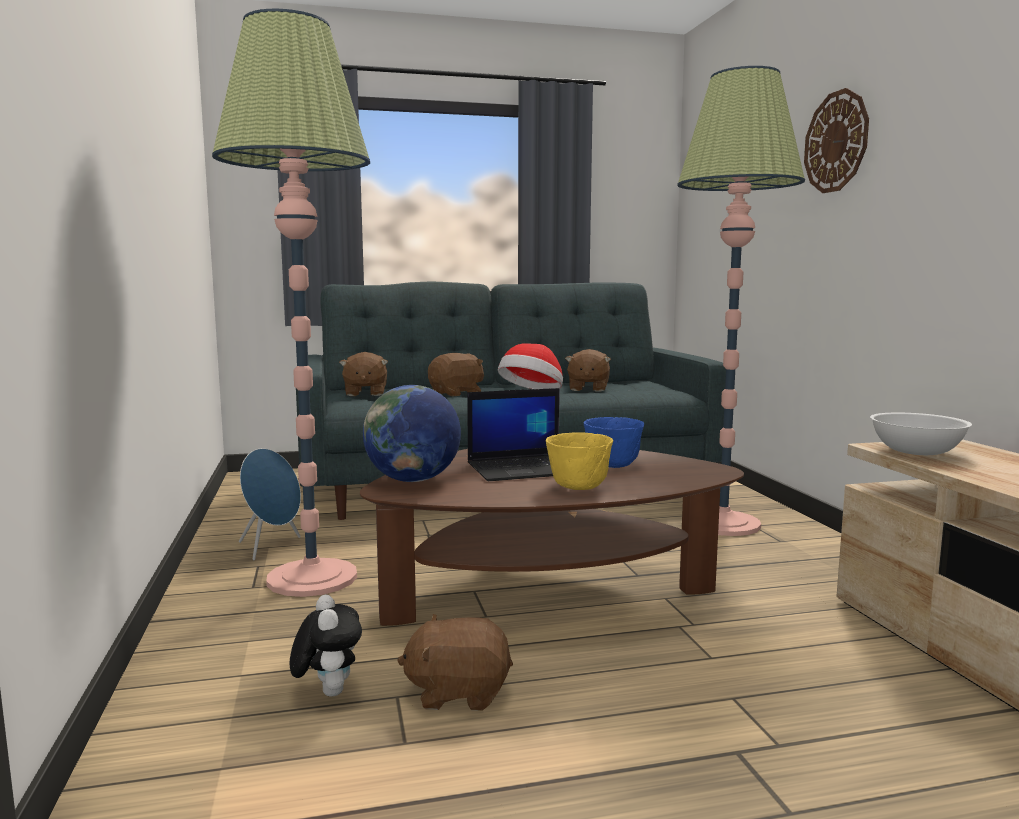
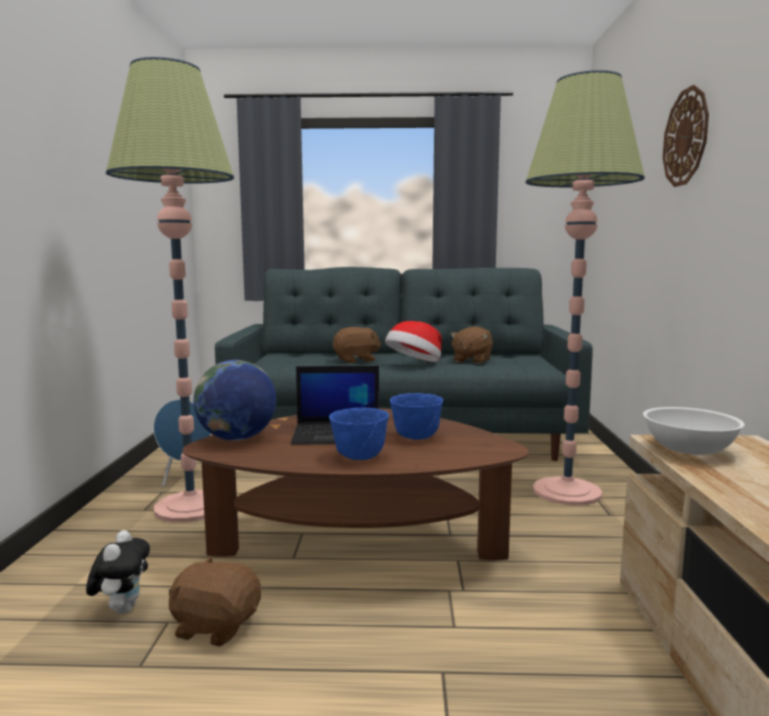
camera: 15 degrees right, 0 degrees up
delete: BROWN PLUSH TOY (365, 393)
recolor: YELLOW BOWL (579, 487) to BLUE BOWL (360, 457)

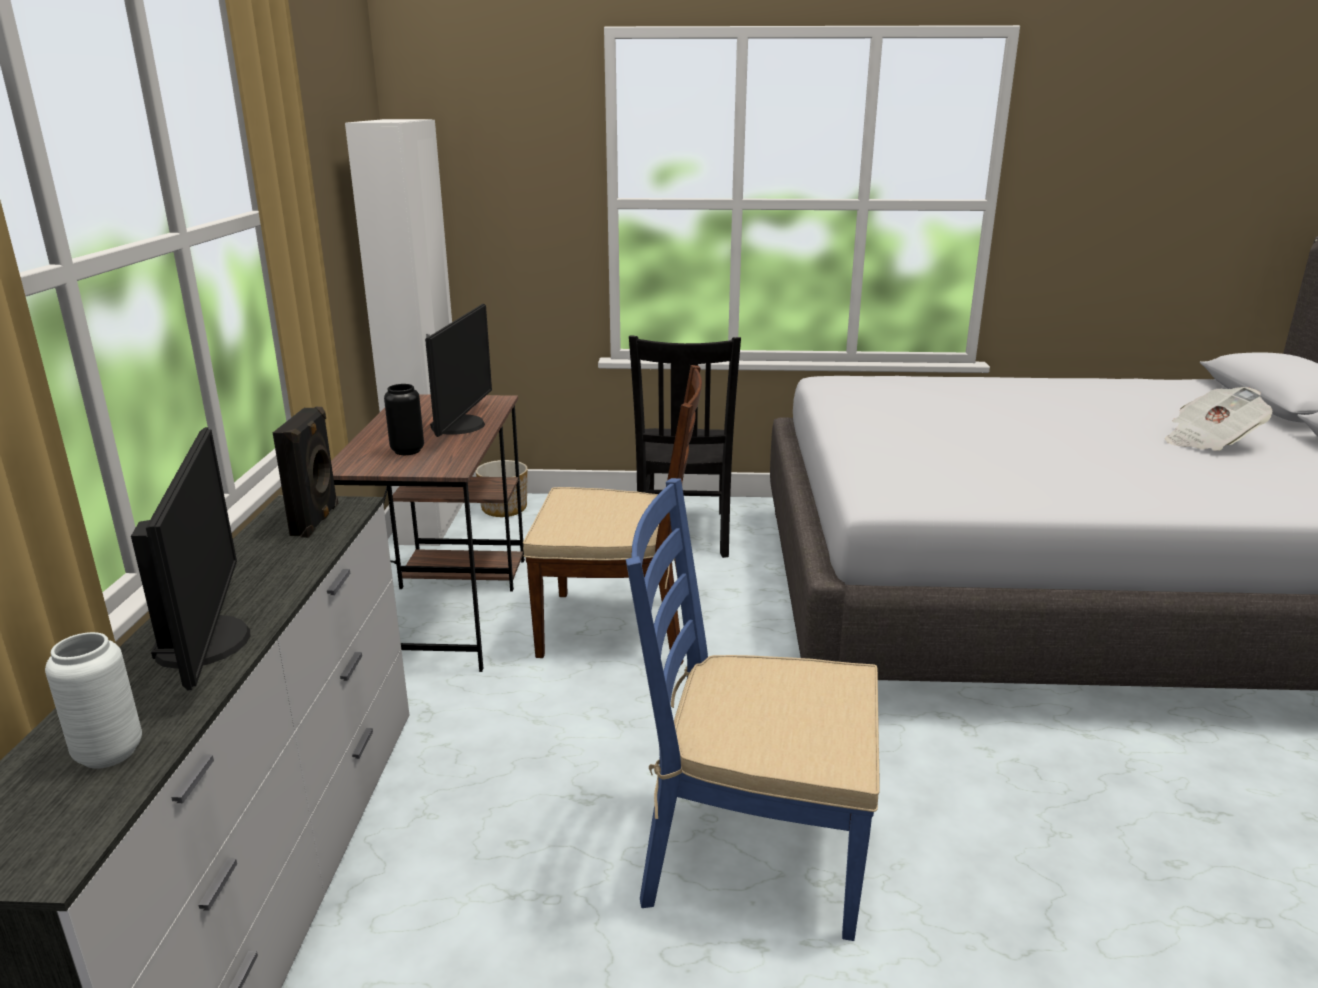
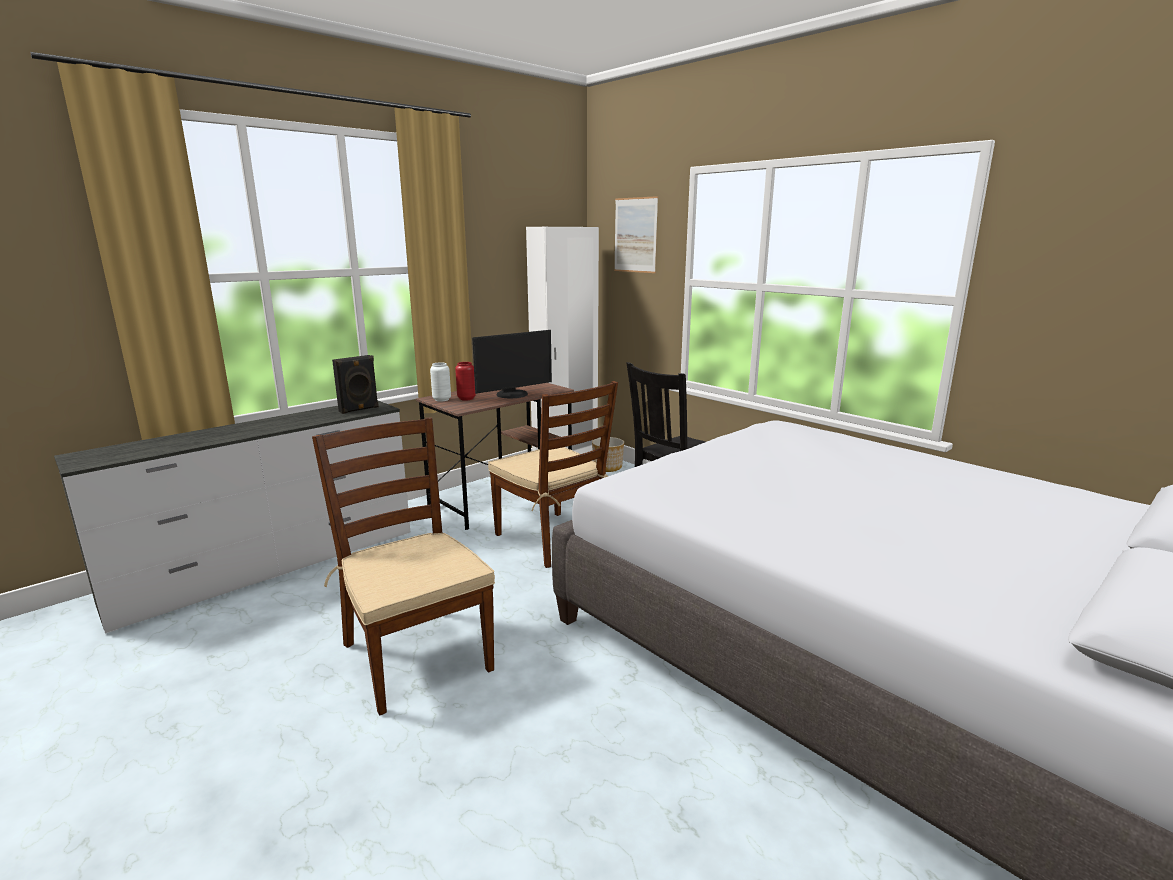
camera: 45 degrees right, 5 degrees down
delete: MONITOR (207, 641); NEWSPAPER (1209, 441)
insert: PICTURE (635, 235)
move: WHITE VASE (109, 753) to (442, 399)
recolor: BLACK VASE (407, 451) to RED VASE (466, 398); BLUE CHAIR (752, 853) to BROWN CHAIR (416, 656)

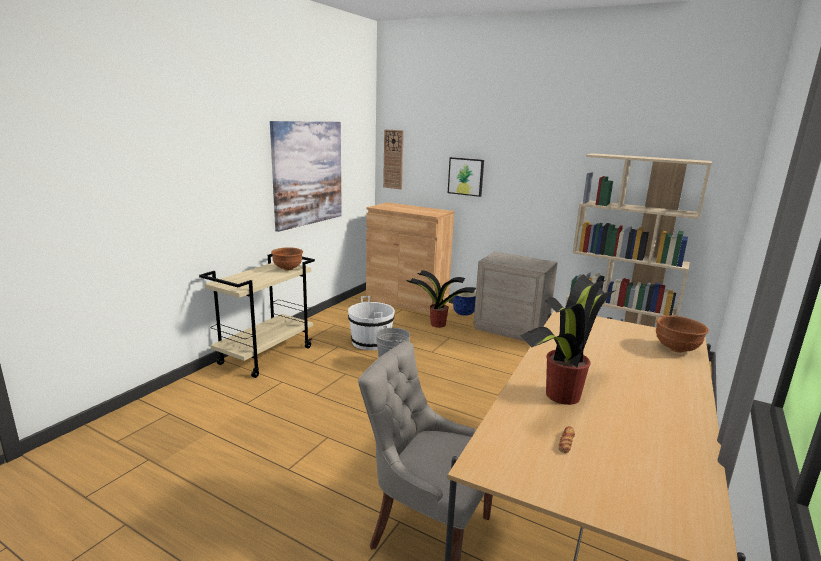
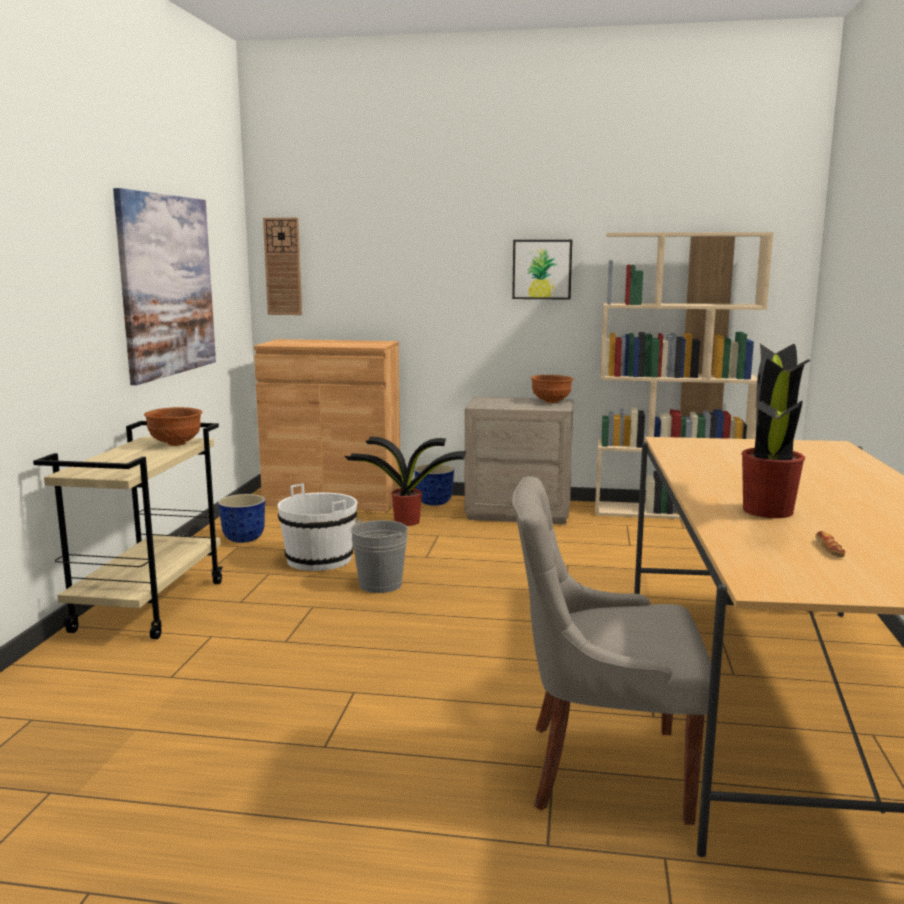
camera: 20 degrees left, 5 degrees down
insert: PLANTER (243, 539)
move: PICTURE (466, 176) to (542, 269); BROWN BOWL (676, 349) to (551, 402)

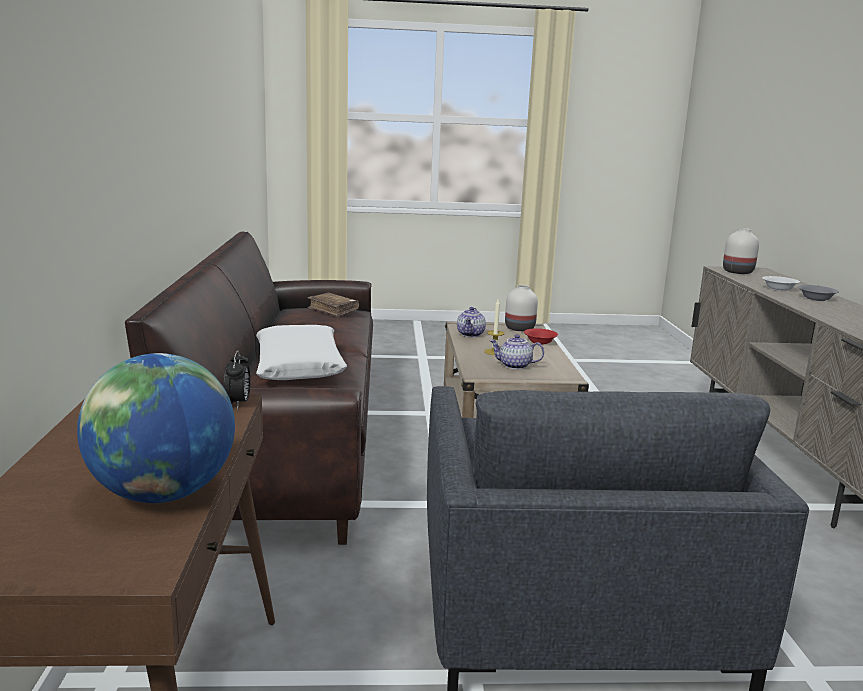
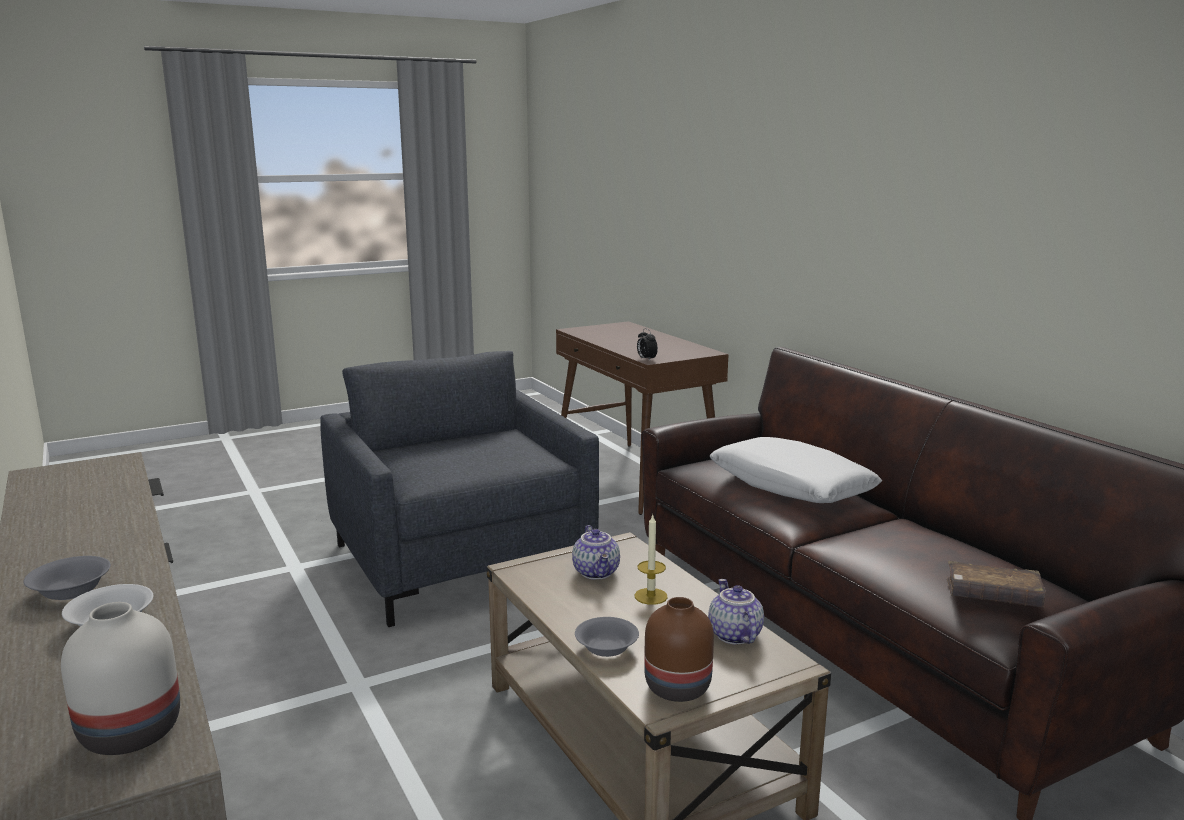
camera: 155 degrees right, 0 degrees up
delete: GLOBE (163, 494)
recolor: WHITE VASE (519, 328) to BROWN VASE (679, 688); RED BOWL (540, 342) to GREY BOWL (606, 649)
rotate: TEAPOT (514, 366) = (597, 572) 90 degrees clockwise

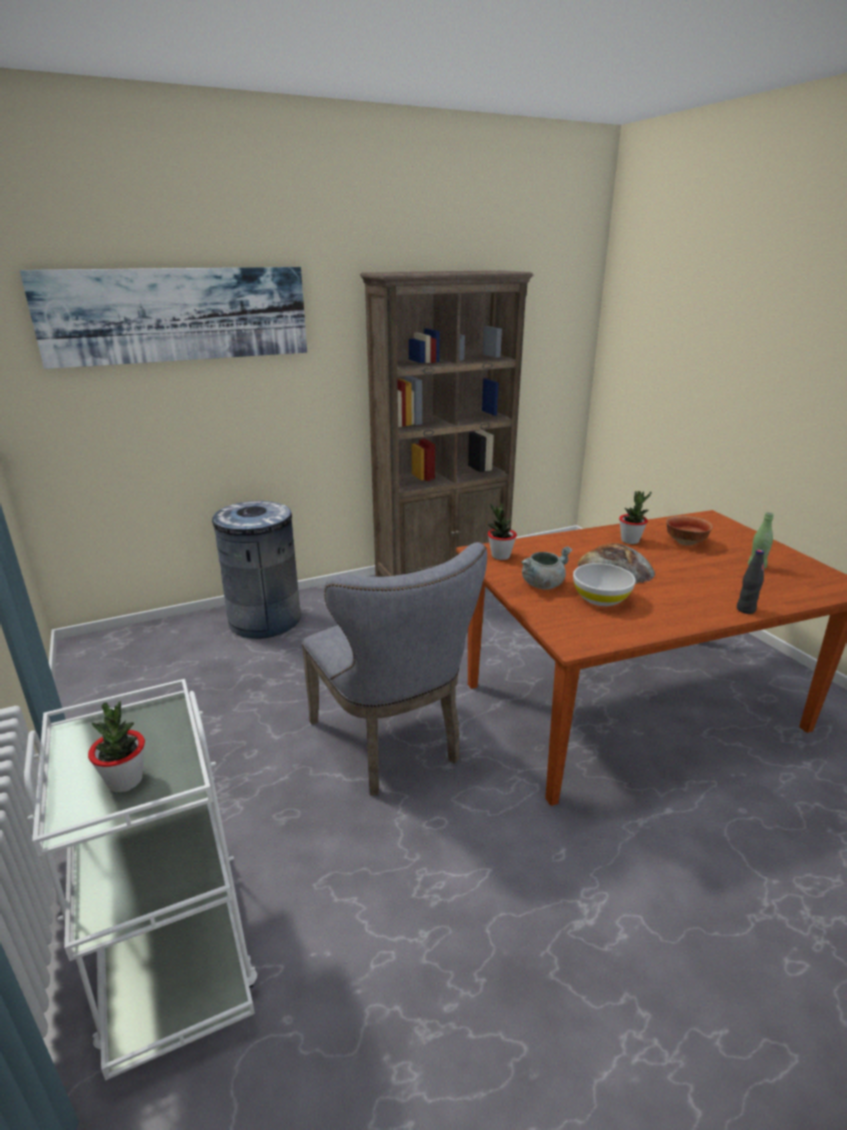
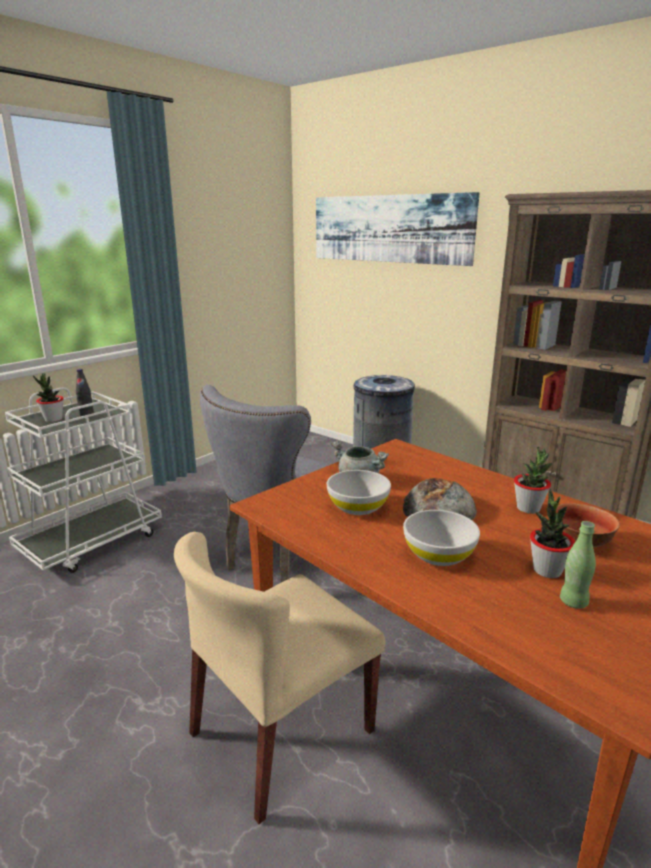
camera: 65 degrees right, 5 degrees down
insert: BEIGE CHAIR (281, 733); WHITE BOWL (438, 554)
move: POTTED PLANT (500, 556) to (547, 570); BLACK BOTTLE (745, 609) to (86, 415)

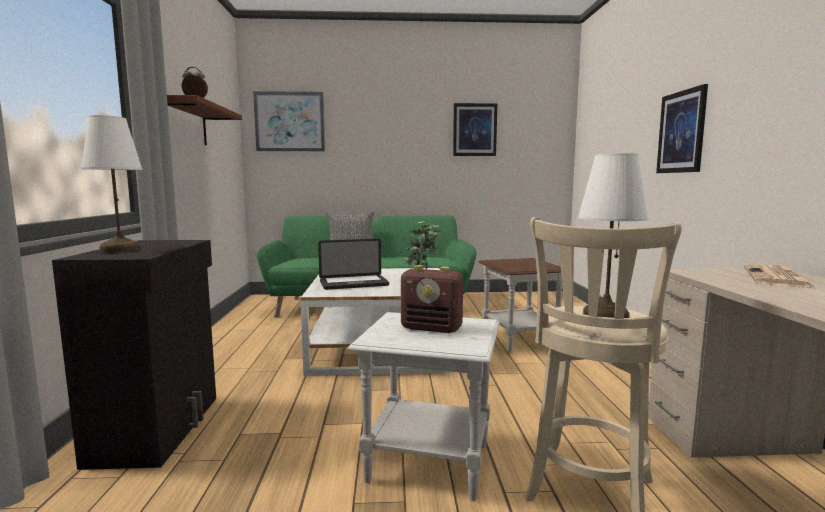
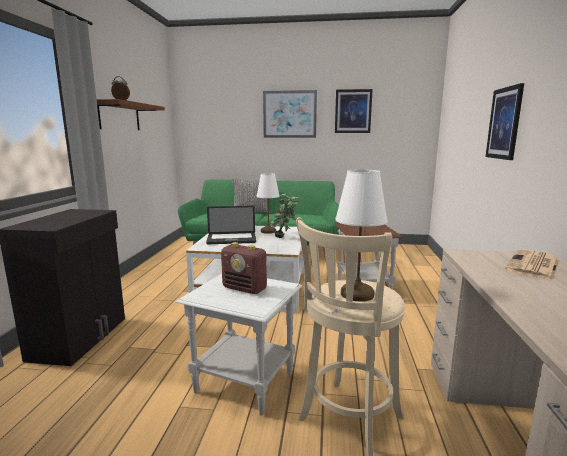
camera: 10 degrees right, 5 degrees up
move: WHITE TABLE LAMP (119, 250) to (268, 231); PICTURE (289, 121) to (289, 114)

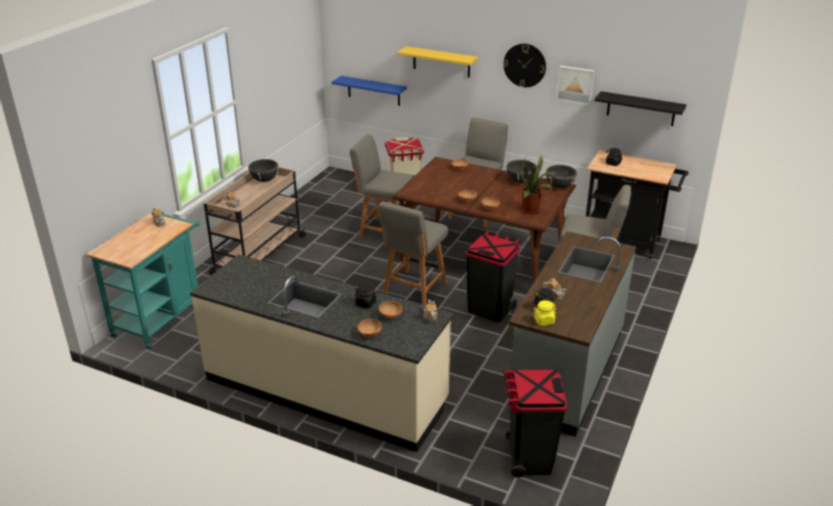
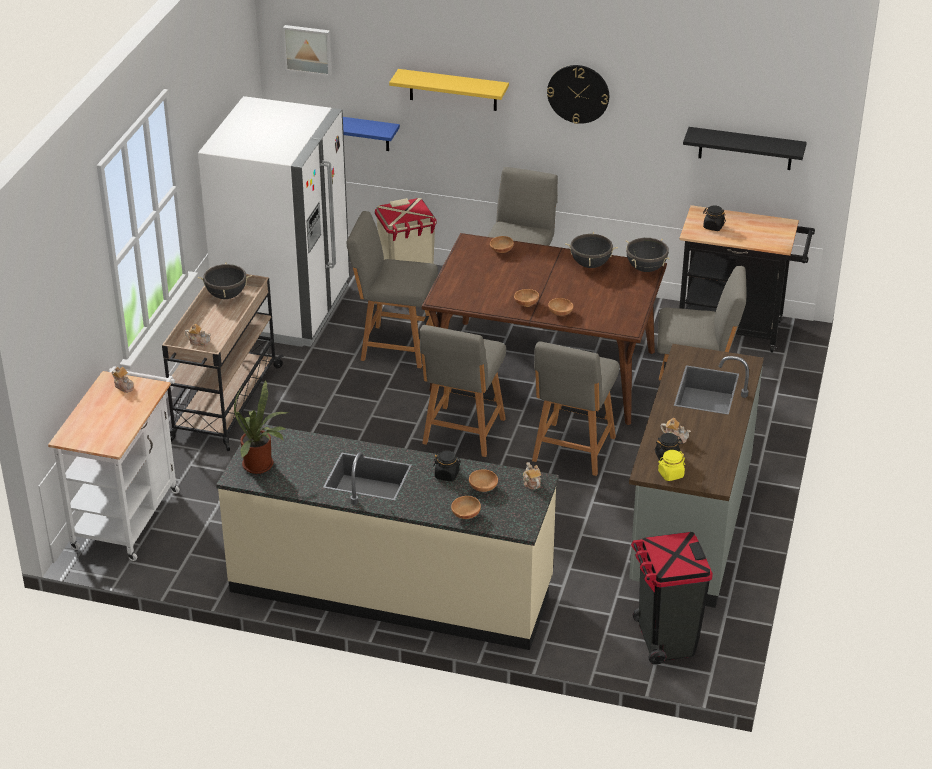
camera: 10 degrees left, 5 degrees up
insert: WHITE FRIDGE (284, 309)
move: POTTED PLANT (532, 210) to (261, 466); PICTURE (575, 84) to (308, 49)
replace: BLACK TRASH CAN (489, 309) to GREY CHAIR (572, 451)
recolor: TURQUOISE CART (161, 318) to WHITE CART (129, 514)

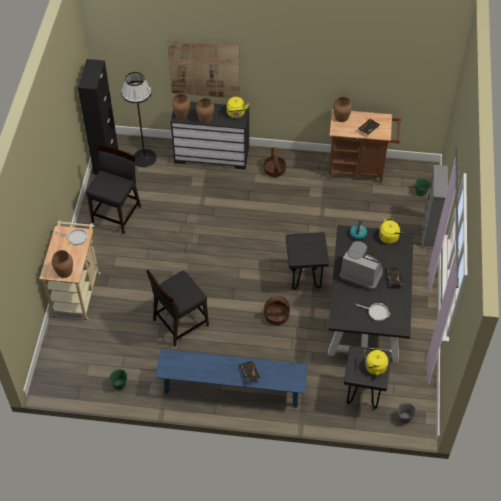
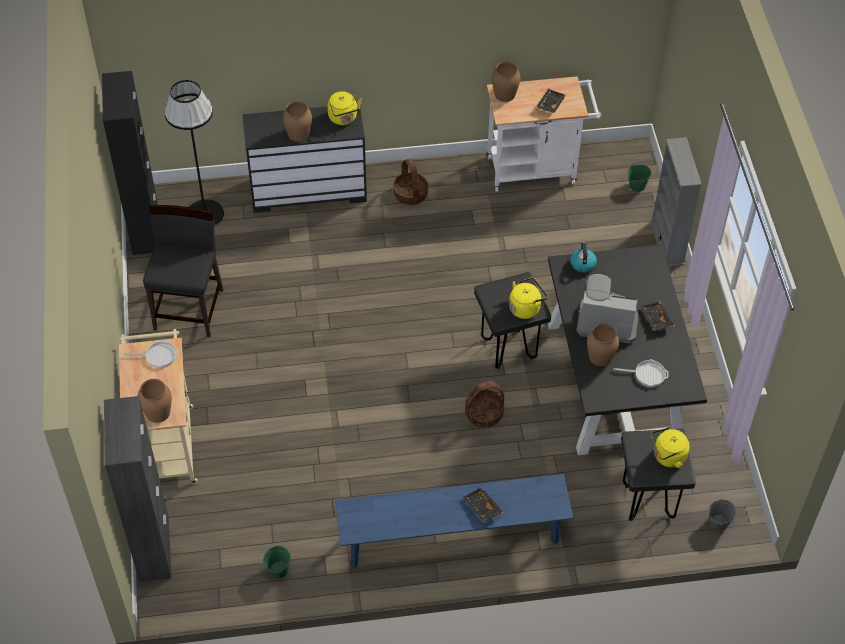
camera: 15 degrees left, 0 degrees up
delete: BLACK CHAIR (180, 323); PICTURE (204, 69)
insert: BLACK CABINET (154, 549)
move: BROWN VASE (181, 114) to (600, 356); YELLOW KETTLE (389, 236) to (526, 307)
recolor: BROWN CART (359, 169) to WHITE CART (537, 168)

